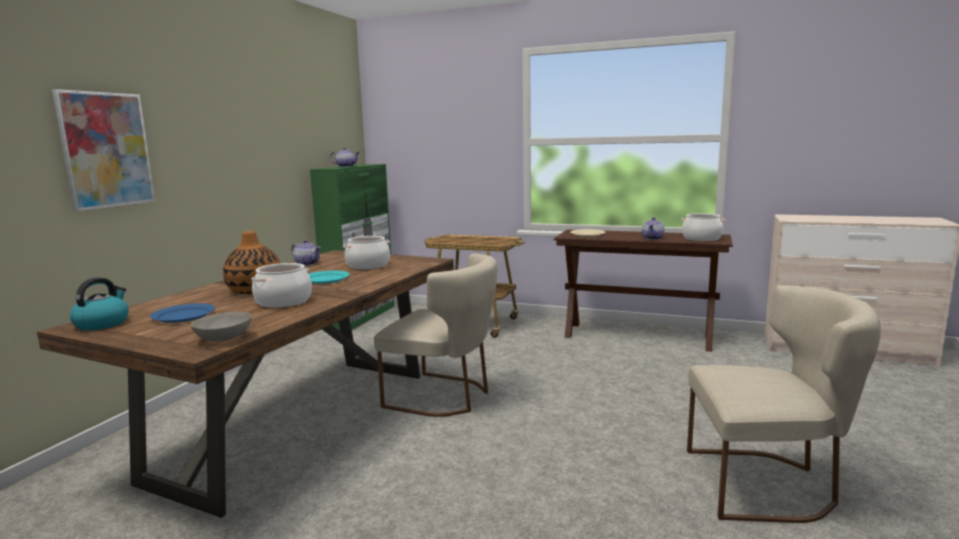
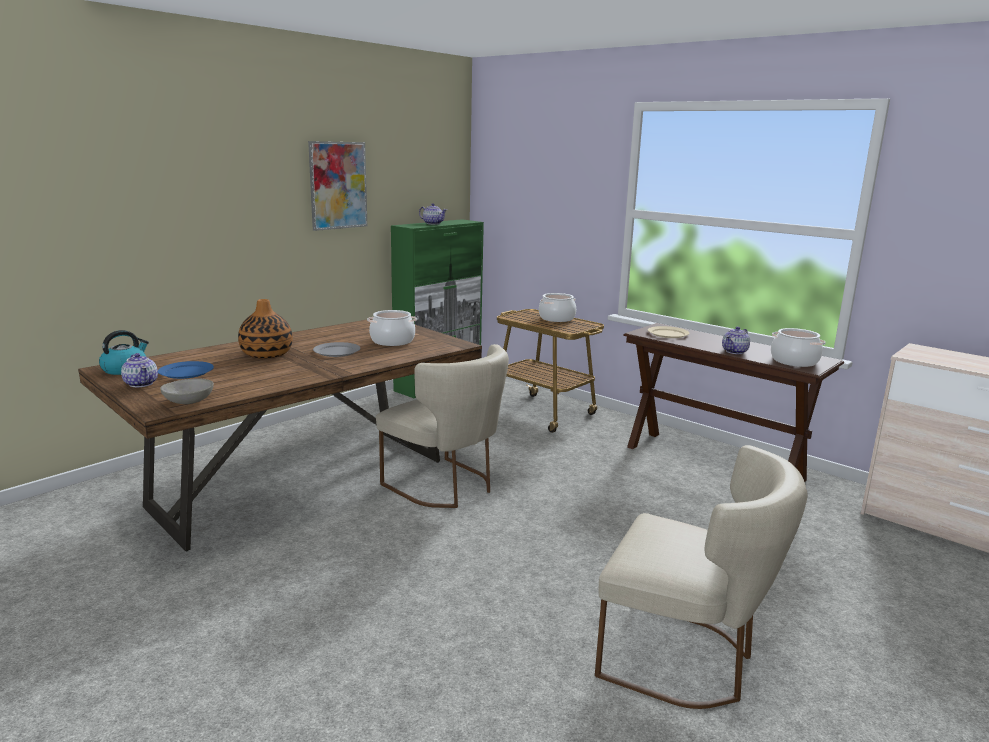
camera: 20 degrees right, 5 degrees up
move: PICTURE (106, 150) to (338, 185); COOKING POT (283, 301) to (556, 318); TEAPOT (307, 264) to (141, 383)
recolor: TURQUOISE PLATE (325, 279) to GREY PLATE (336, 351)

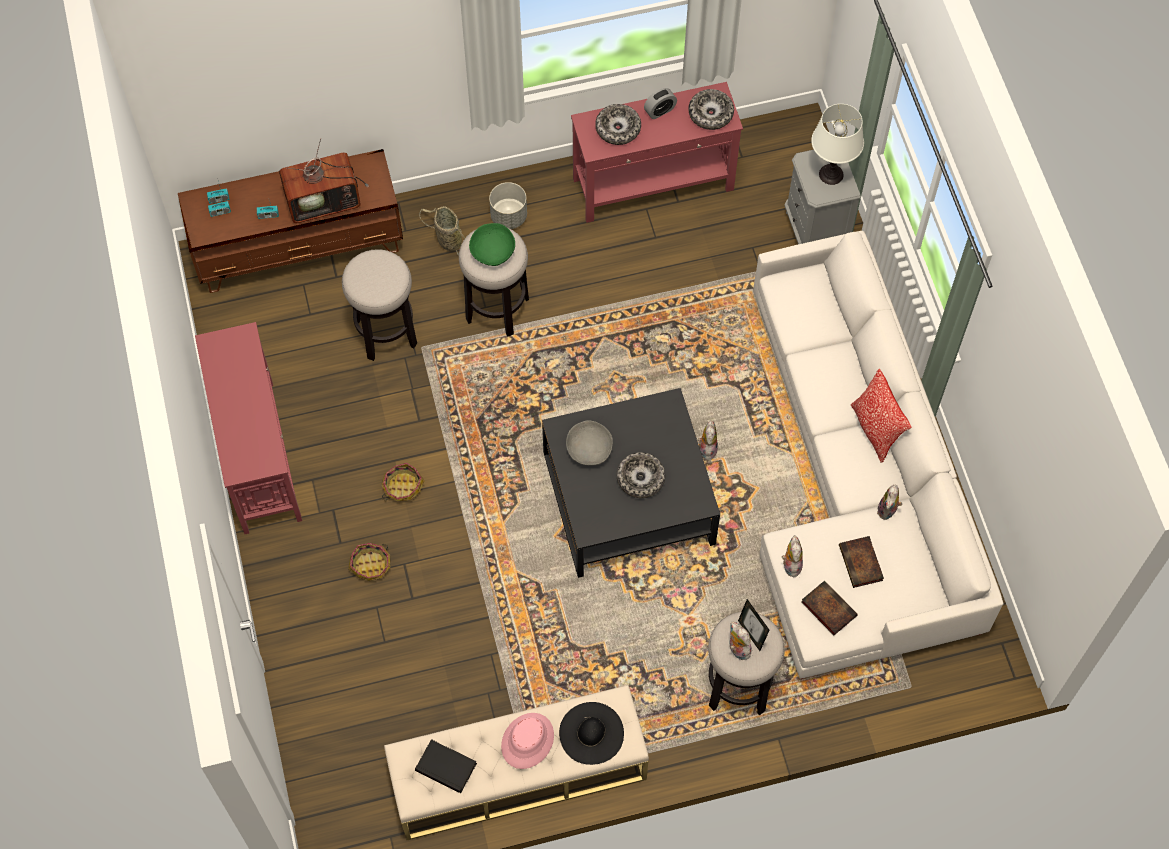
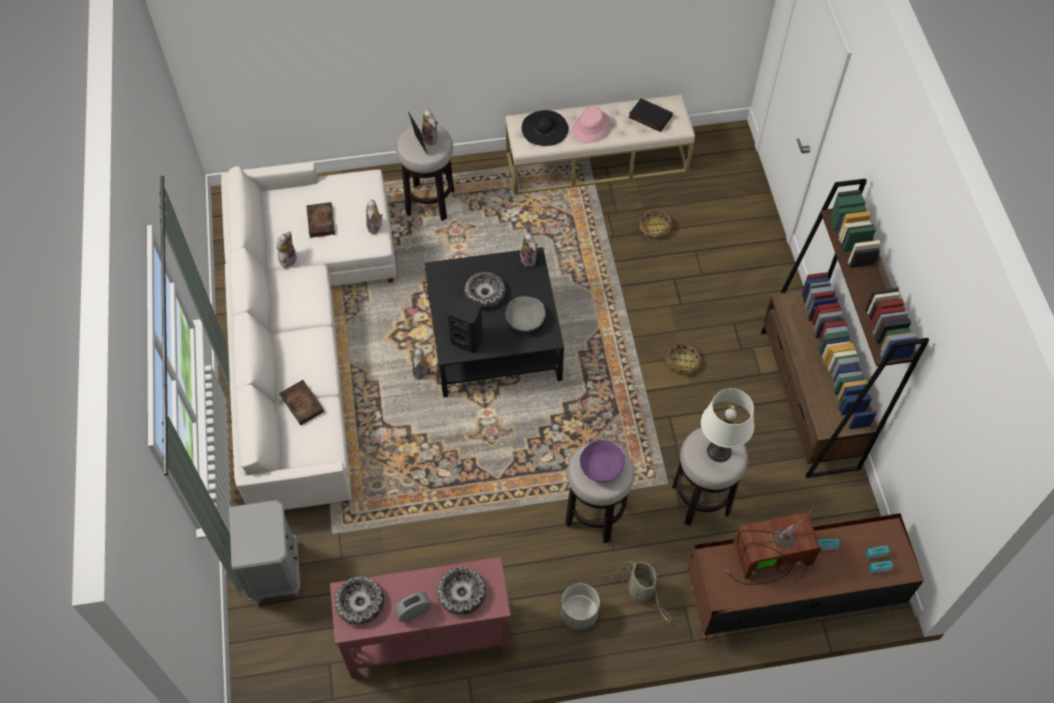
camera: 175 degrees left, 5 degrees down
delete: PILLOW (875, 430)
insert: BLACK SPEAKER (467, 339); PLUSH TOY (530, 259)
move: BASKET (371, 565) to (654, 228); BOOK (827, 608) to (303, 404); WHITE TABLE LAMP (831, 174) to (719, 451)
replace: RED CONSOLE TABLE (259, 454) to BROWN BOOKCASE (808, 399)
recolor: GREEN BOWL (492, 251) to PURPLE BOWL (601, 467)

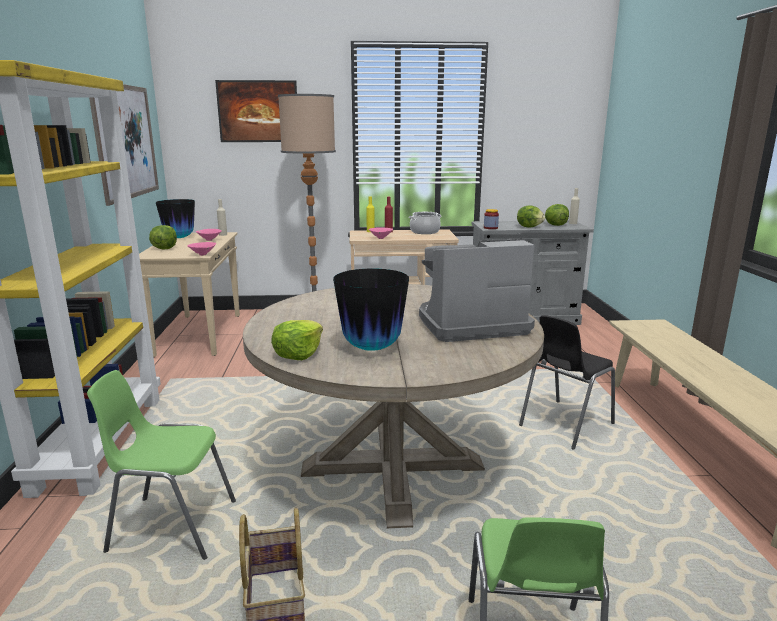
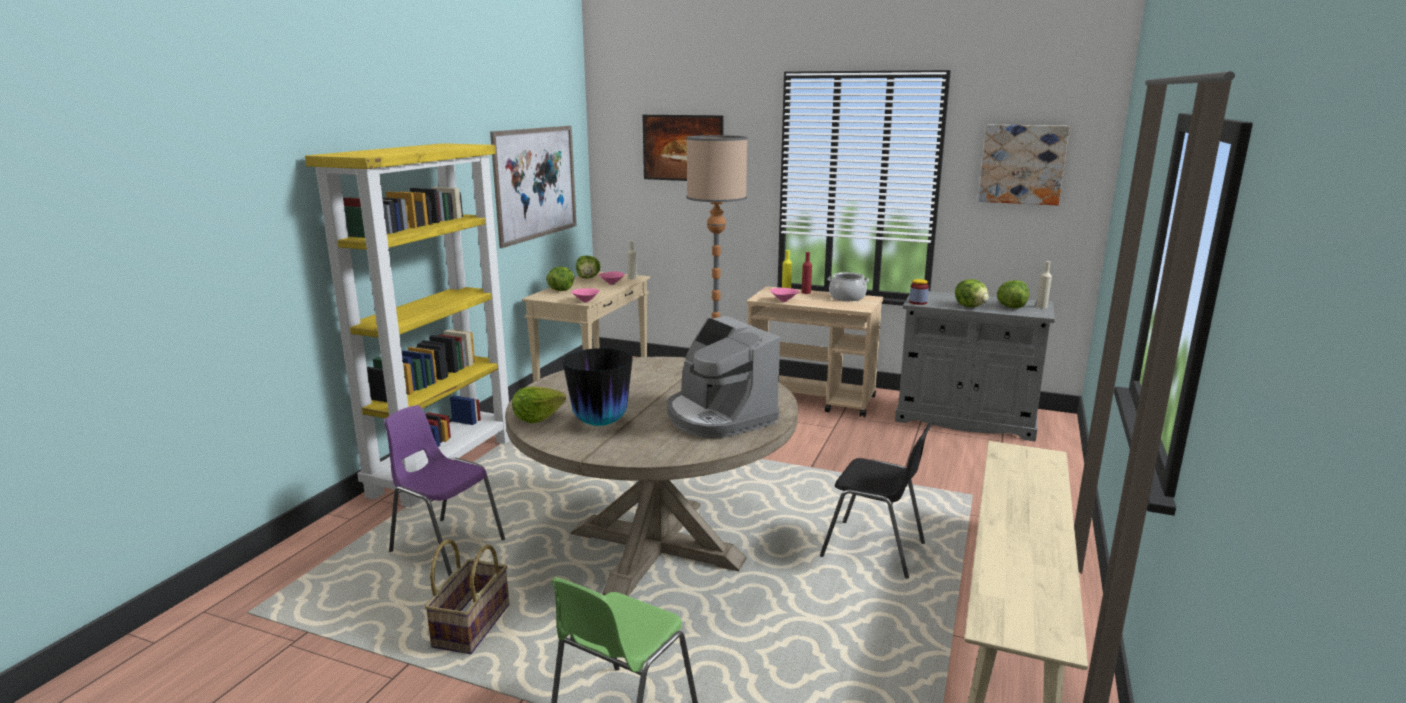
camera: 25 degrees right, 0 degrees up
insert: PICTURE (1022, 164)
replace: VASE (179, 238) to LETTUCE (588, 278)
recolor: GREEN CHAIR (172, 526) to PURPLE CHAIR (446, 546)
rotate: COFFEE MACHINE (470, 325) = (718, 417) 135 degrees counterclockwise; BLACK CHAIR (564, 424) = (874, 550) 135 degrees counterclockwise

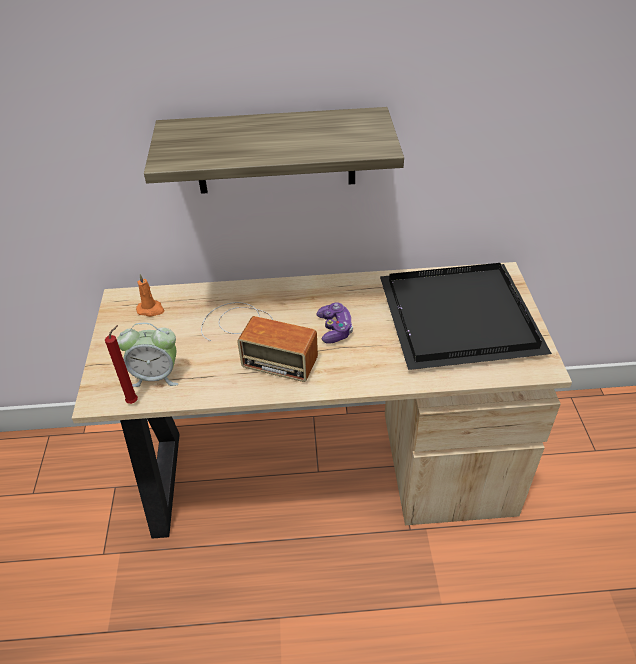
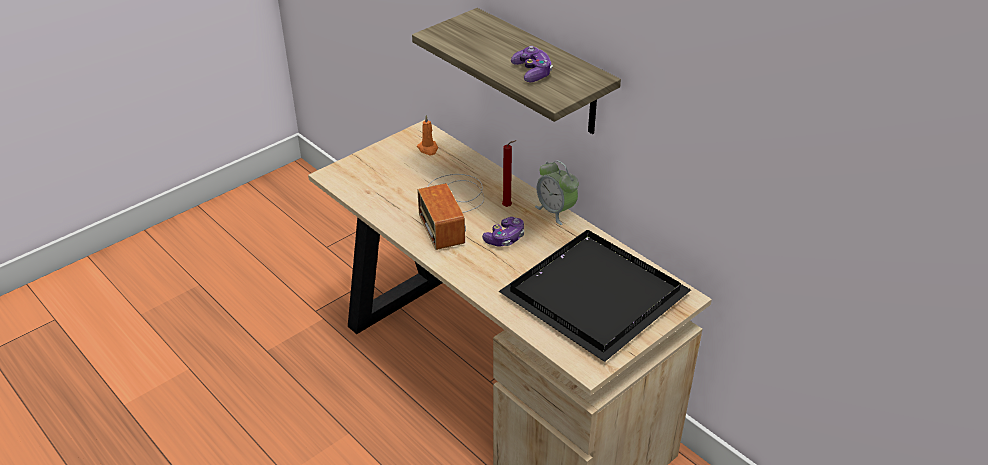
camera: 50 degrees right, 5 degrees down
insert: GAME CONTROLLER (532, 72)
move: RED CANDLE (134, 401) to (508, 207); ALARM CLOCK (156, 376) to (556, 211)

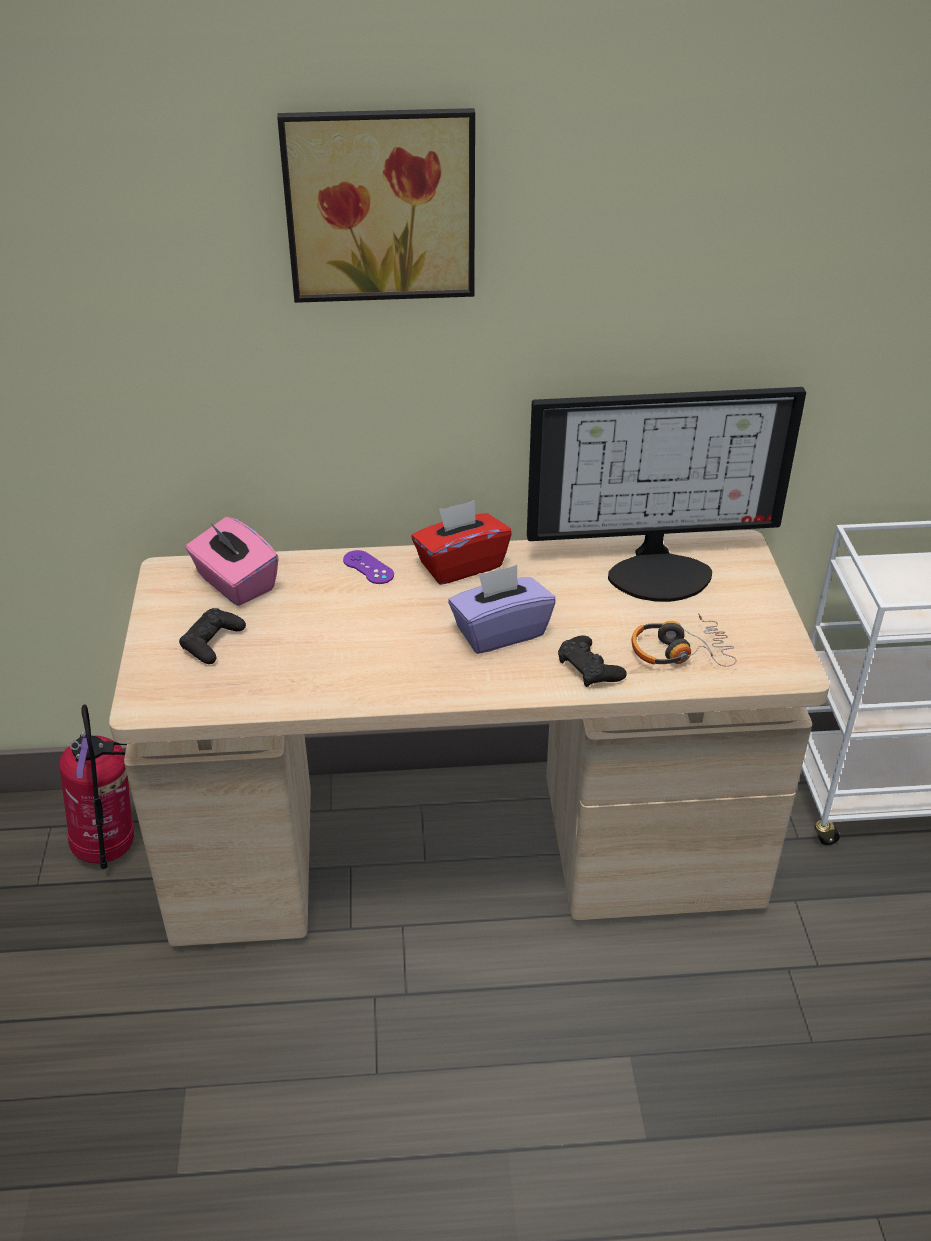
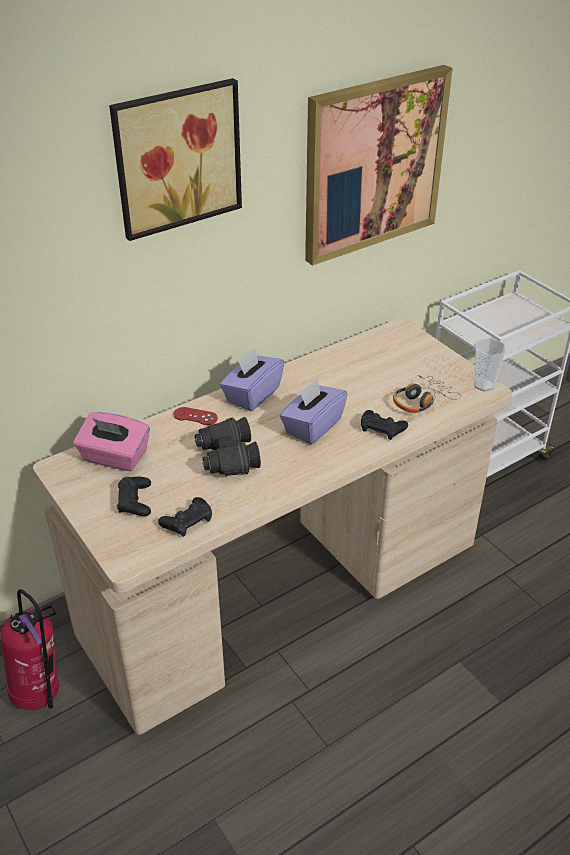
camera: 30 degrees left, 0 degrees up
delete: MONITOR (659, 570)
insert: BLACK GAME CONTROLLER (187, 521); BLACK BINOCULARS (227, 458); PICTURE (373, 164); CUP (483, 385)
recolor: PURPLE GAME CONTROLLER (368, 567) to RED GAME CONTROLLER (195, 416); RED TISSUE BOX (460, 565) to PURPLE TISSUE BOX (252, 395)

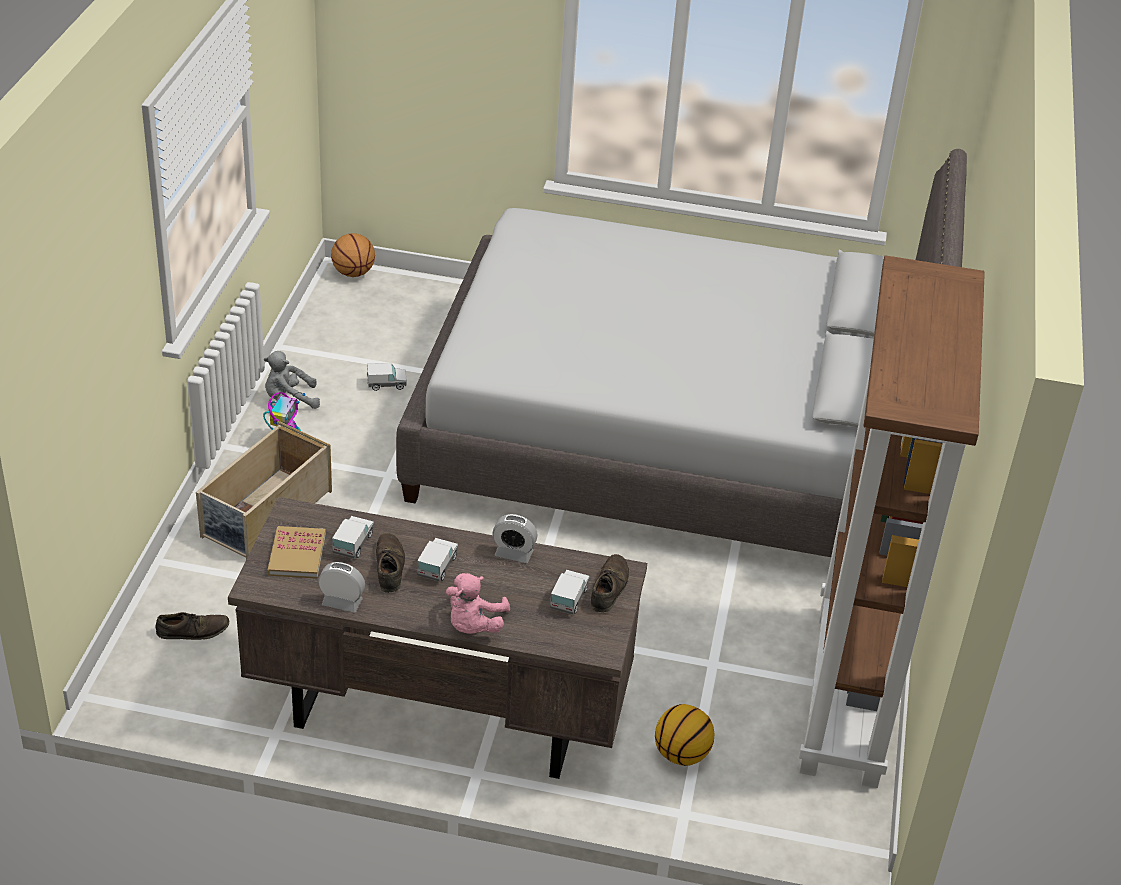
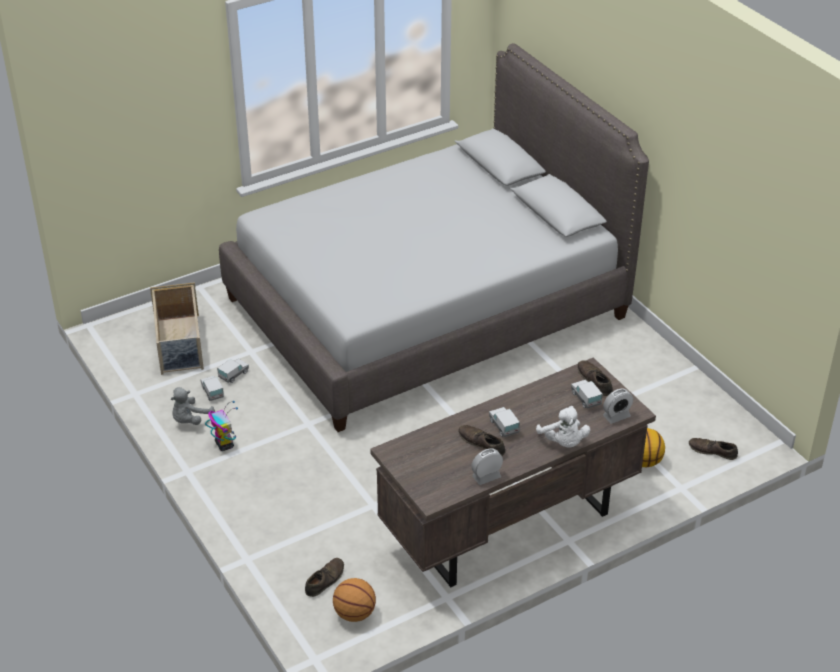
camera: 40 degrees left, 0 degrees up
delete: BOOK (297, 555); BROWN BOOKCASE (849, 697)
insert: BROWN SHOE (712, 451)
move: BEIGE STORAGE BOX (265, 514) to (179, 345); BASKETBALL (353, 273) to (354, 614); TOY TRUCK (353, 544) to (212, 392); ALARM CLOCK (514, 553) to (616, 416)
recolor: PINK PLUSH TOY (473, 626) to WHITE PLUSH TOY (563, 443)

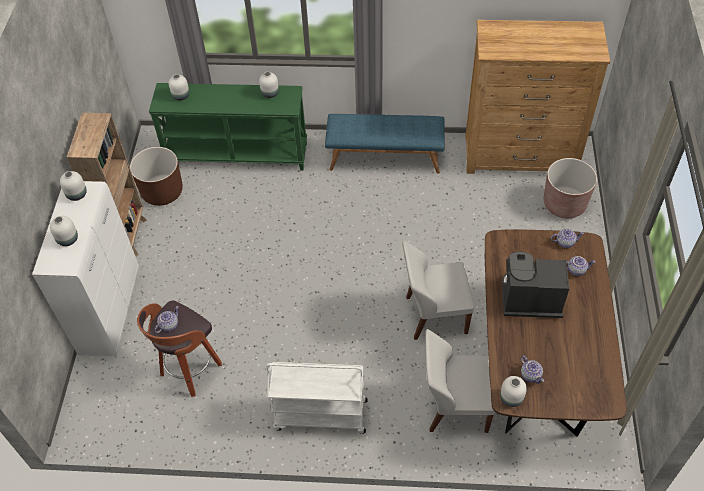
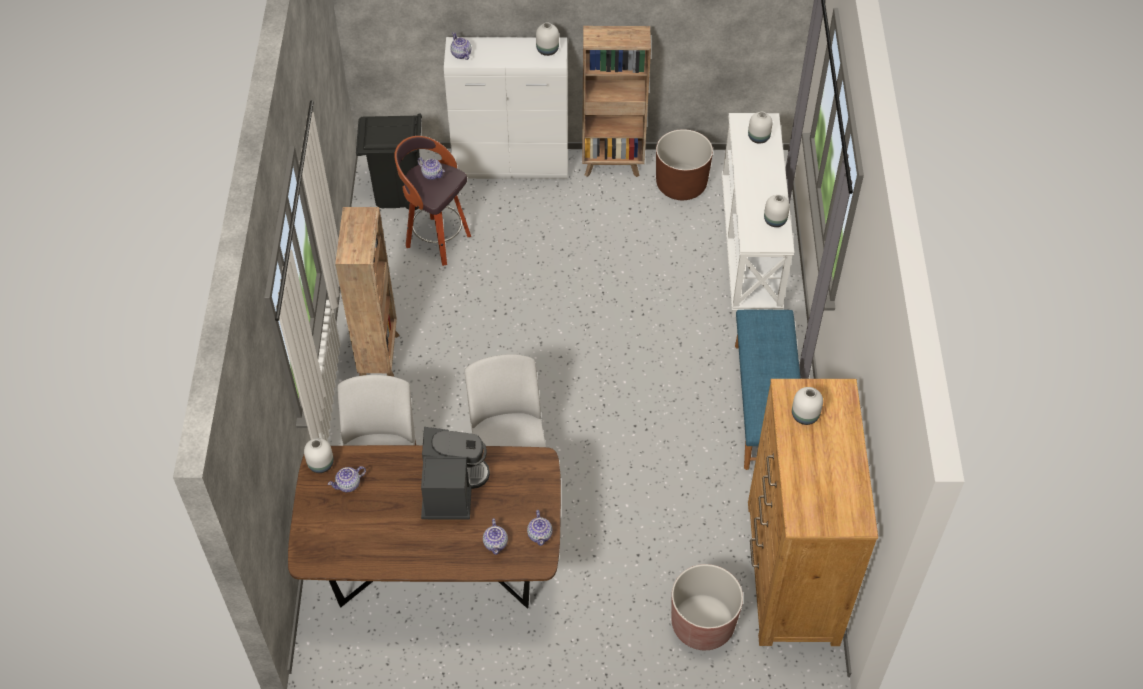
camera: 85 degrees right, 0 degrees up
insert: BLACK TRASH CAN (398, 192); TEAPOT (461, 54)
move: WHITE VASE (67, 239) to (804, 415)
replace: WHITE CART (320, 415) to BROWN BOOKCASE (379, 356)
recolor: GREEN CONSOLE TABLE (237, 154) to WHITE CONSOLE TABLE (751, 248)

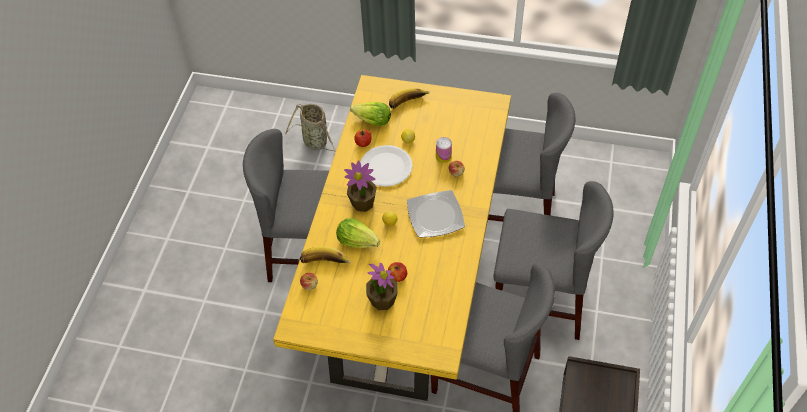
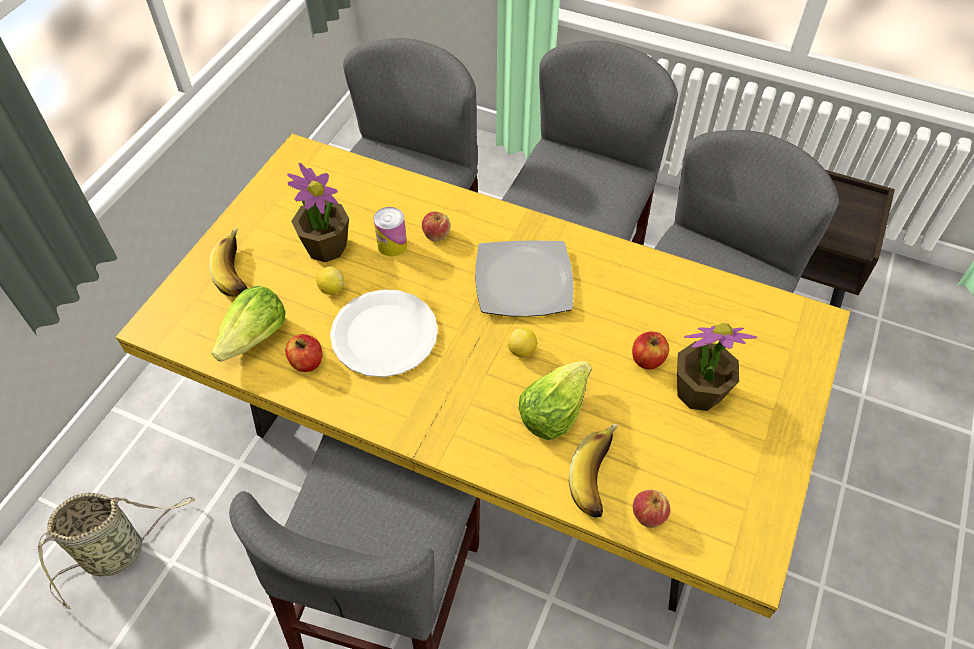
camera: 80 degrees left, 0 degrees up
move: POTTED PLANT (363, 203) to (326, 246)

